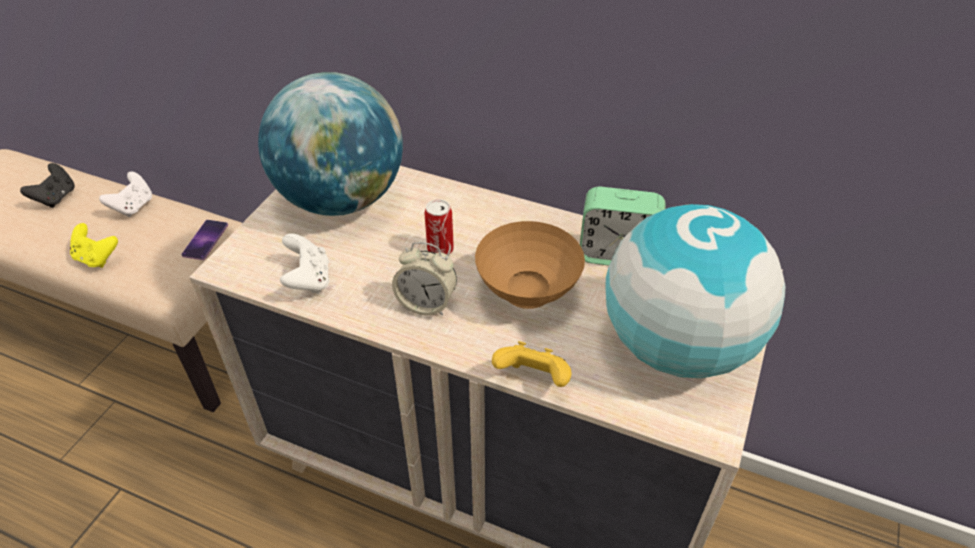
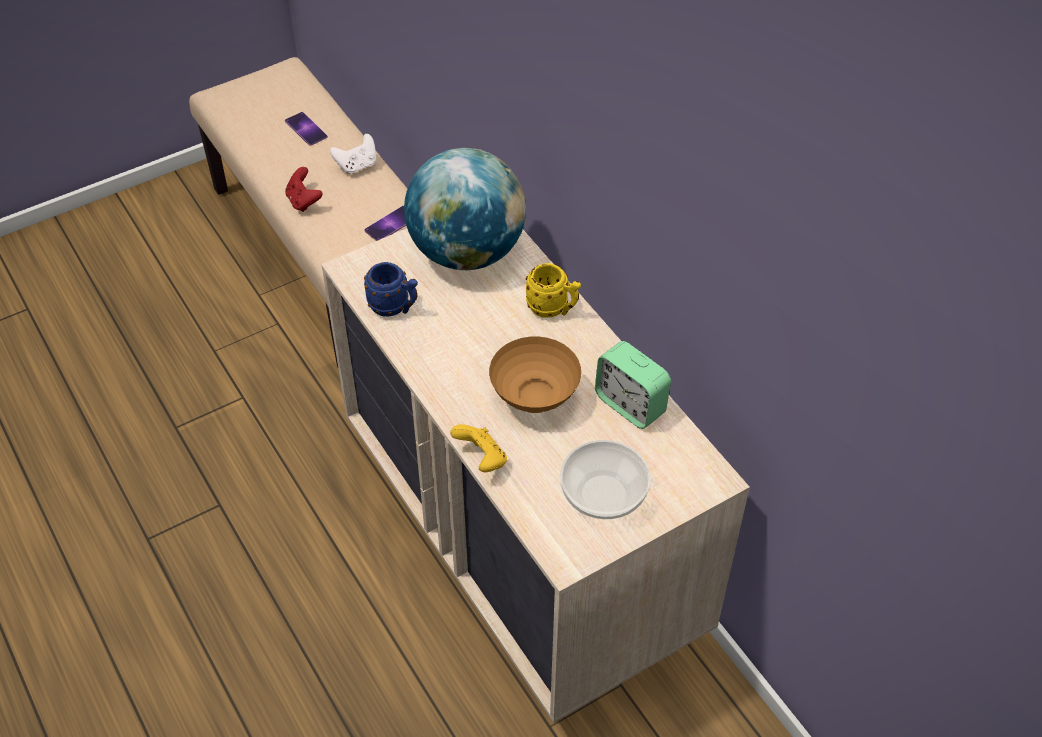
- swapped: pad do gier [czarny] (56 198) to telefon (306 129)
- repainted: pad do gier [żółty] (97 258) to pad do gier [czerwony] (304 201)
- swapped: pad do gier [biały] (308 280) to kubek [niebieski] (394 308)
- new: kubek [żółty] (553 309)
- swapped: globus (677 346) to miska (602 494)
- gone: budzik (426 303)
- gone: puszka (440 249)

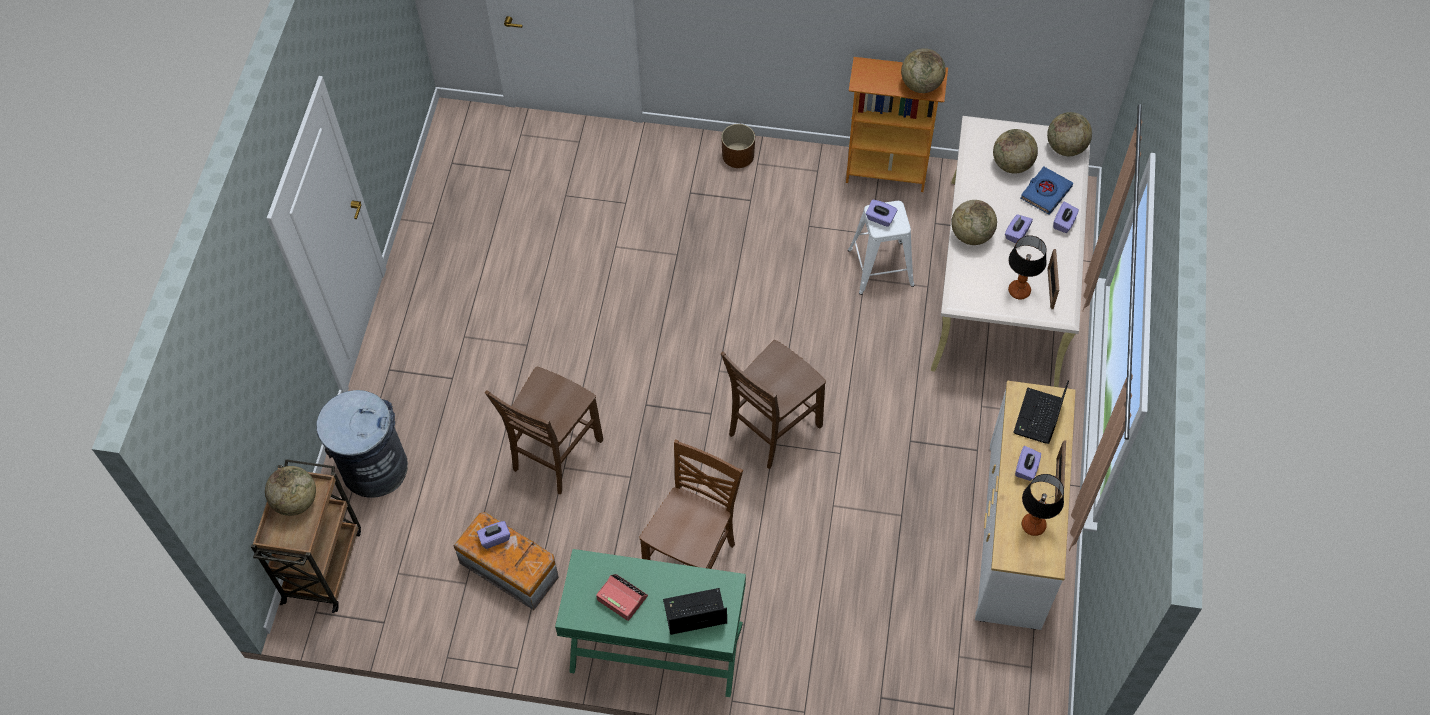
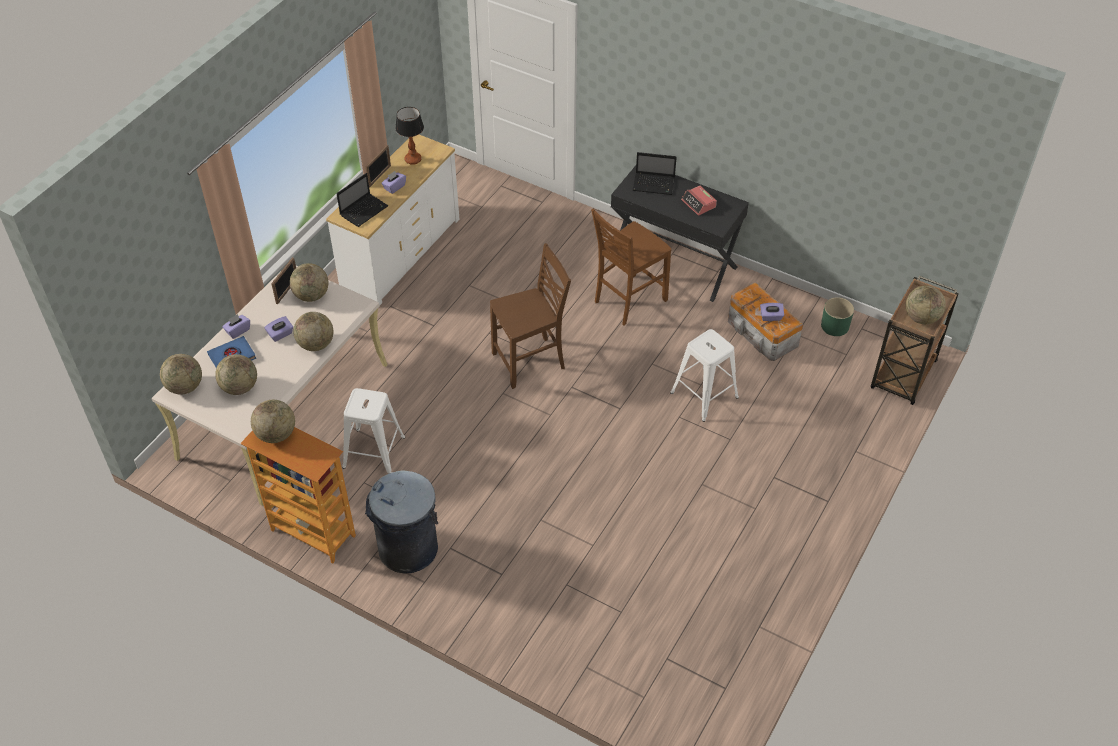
- swapped: lampa stołowa (1019 291) to globus (311 295)
- shifted: kosz na śmieci [szary] (374 468) to (408 549)
- repainted: biurko [zielony] (656 648) to biurko [czarny] (674 263)
- swapped: krzesło [brązowy] (554 455) to stołek [biały] (705 395)
- new: donica [zielony] (835 326)
- gone: donica [brązowy] (738 155)
- gone: pudełko chusteczek [fioletowy] (880 218)

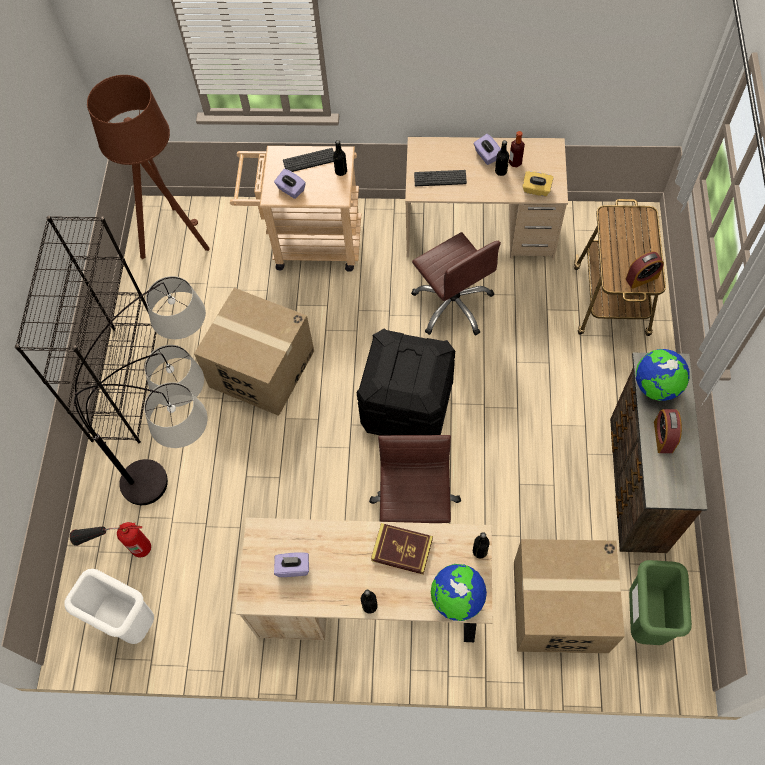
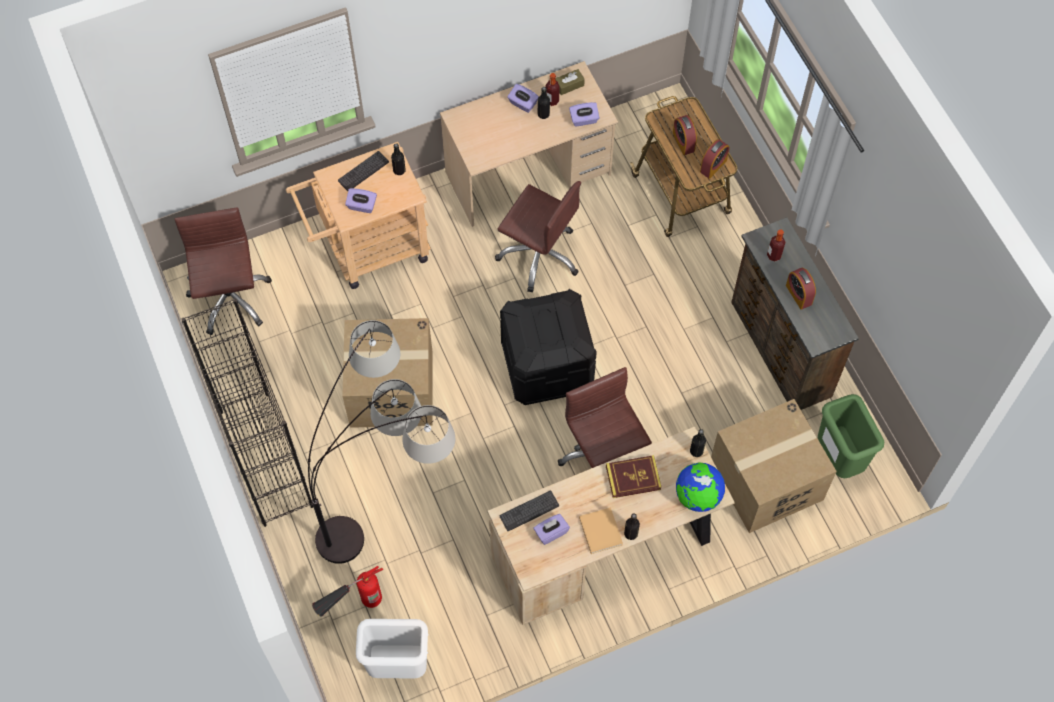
- swapped: lampa stojąca [brązowy] (175 238) to krzesło biurowe [brązowy] (230 298)
- shifted: klawiatura (440 178) to (529 511)
- new: pudełko chusteczek [brązowy] (569 85)
- repainted: pudełko chusteczek [żółty] (536 190) to pudełko chusteczek [fioletowy] (584 120)
- new: książka [beżowy] (600 530)
- new: budzik (683 142)
- swapped: globus (656 386) to butelka (774 255)

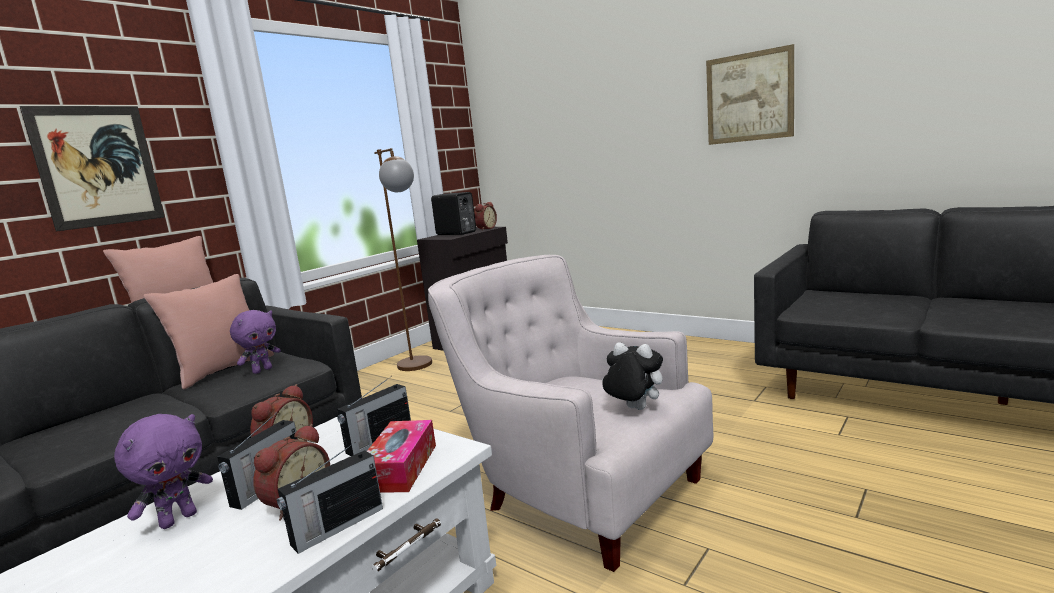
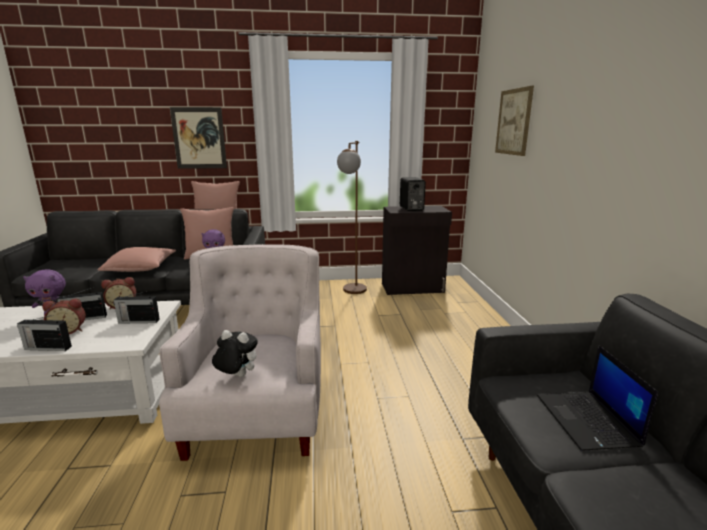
- new: poduszka [różowy] (141 268)
- rotated: pluszak (633 409) = (236 376) 60 degrees counterclockwise
- shifted: obraz (749 97) to (513 122)
- new: laptop (588 421)
- gone: pudełko chusteczek (401 467)
- gone: budzik (485 229)

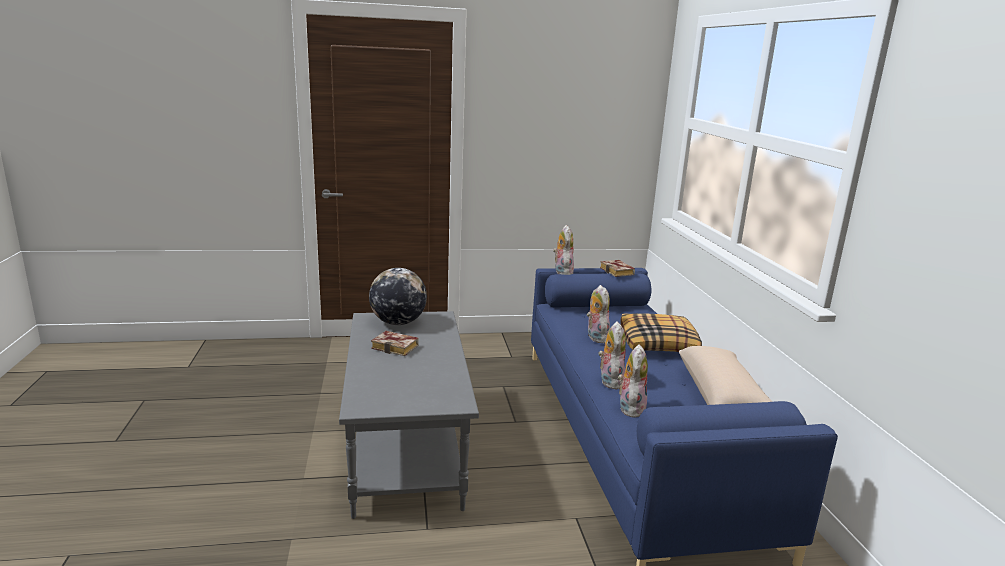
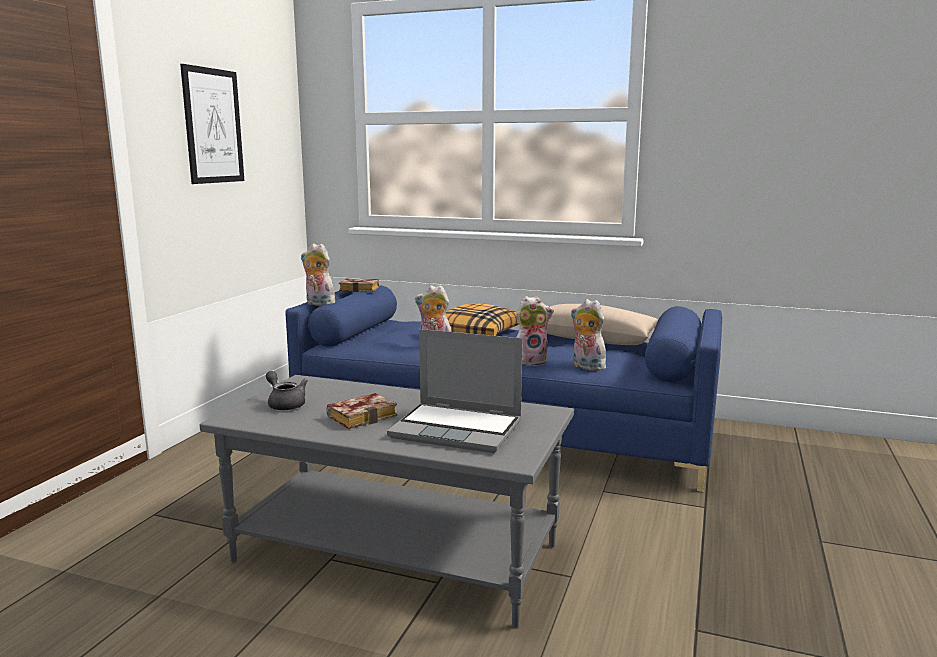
- new: obraz (213 126)
- swapped: globus (398 323) to imbryk [szary] (285 404)
- new: laptop (458 429)
- rotated: pluszak (609 381) = (530 361) 135 degrees clockwise

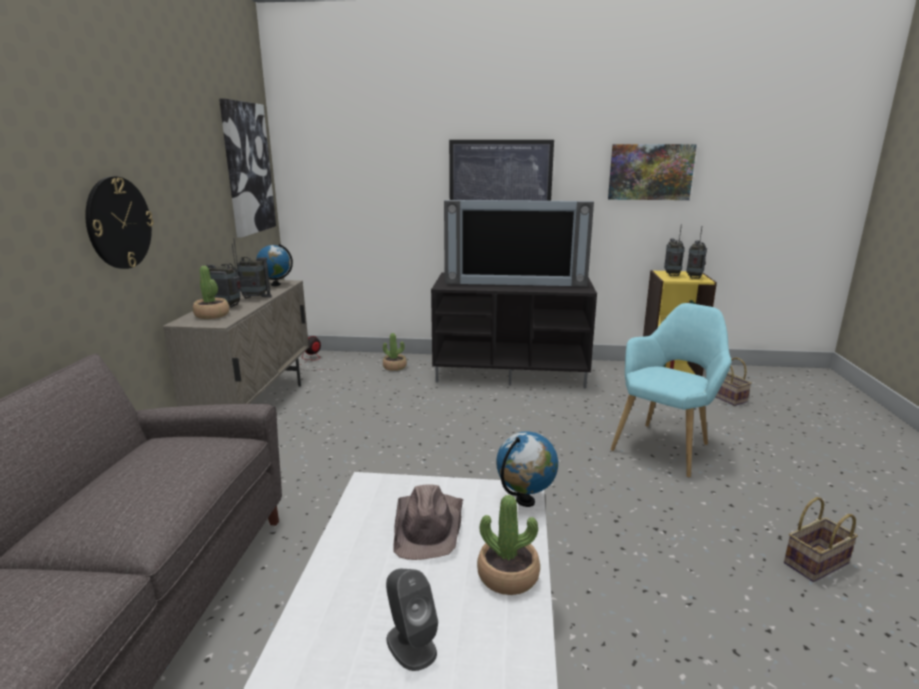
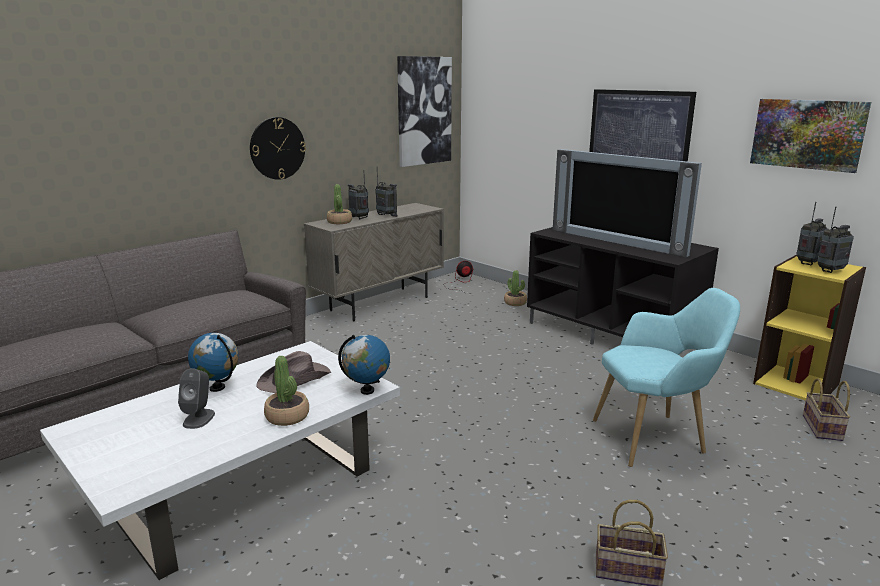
- shifted: globus (276 284) to (217 388)

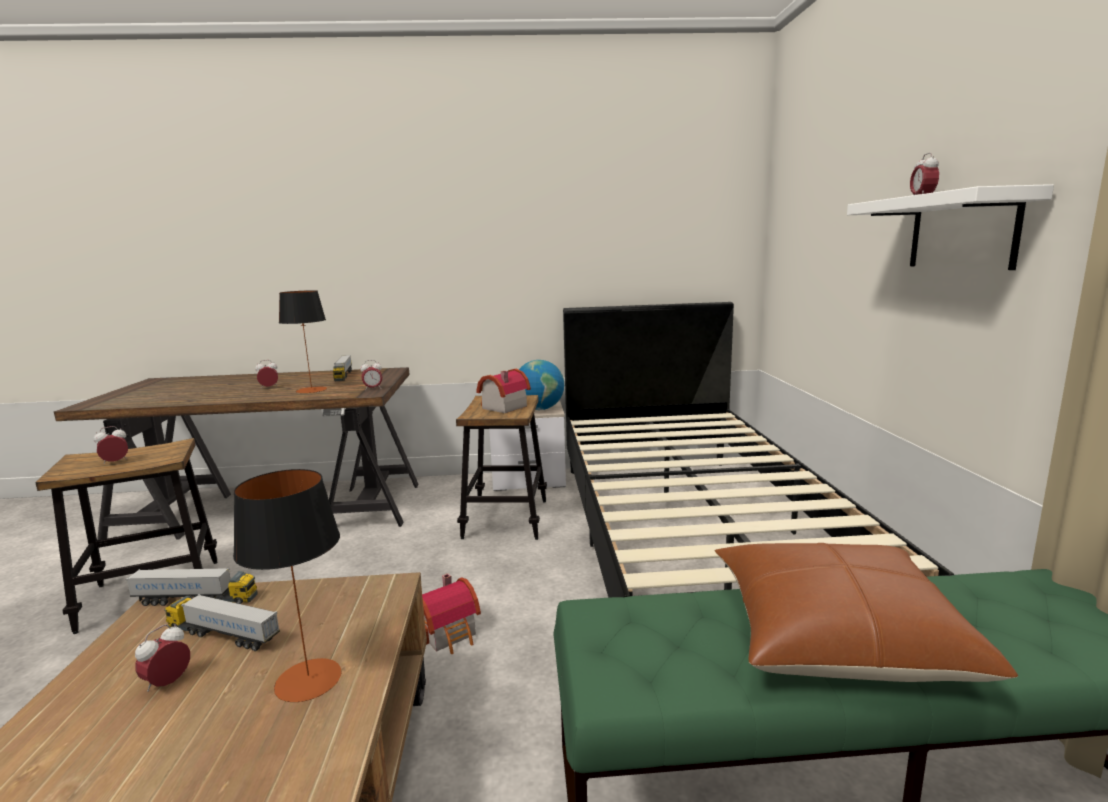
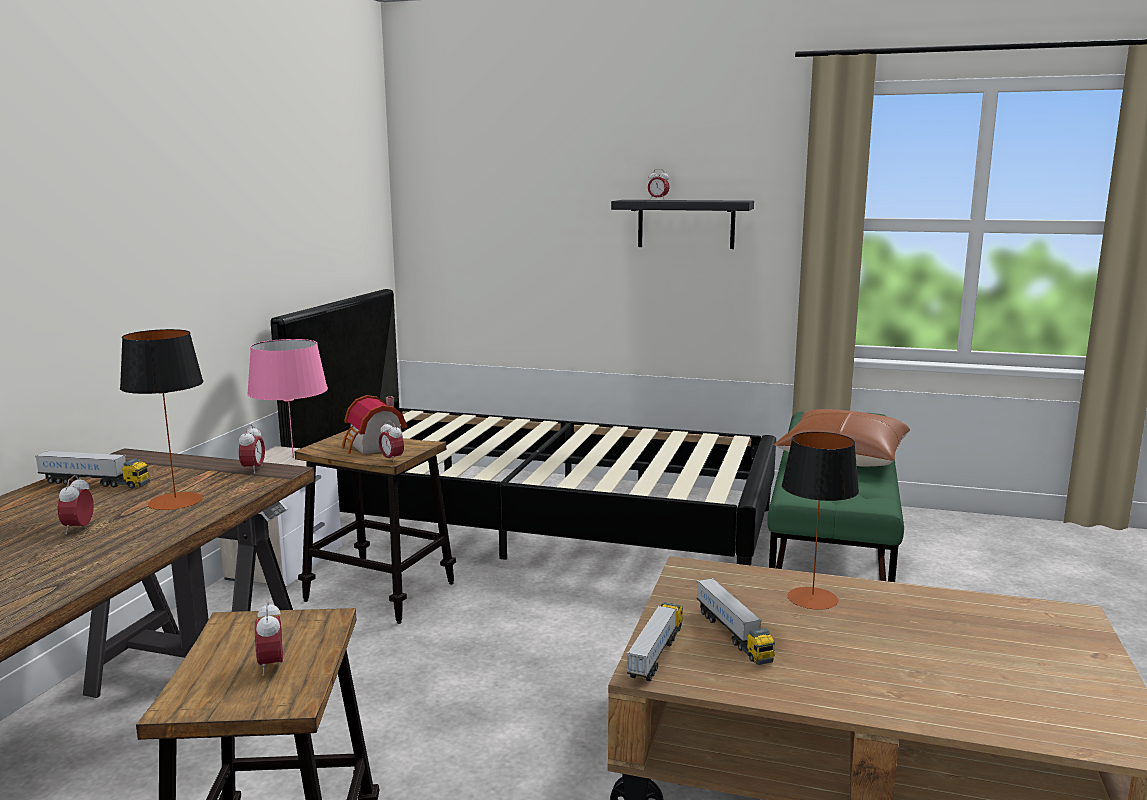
- swapped: globus (539 409) to lampa stołowa [różowy] (292 457)
- shifted: budzik (168 683) to (392 459)
- repainted: półka [biały] (962 232) to półka [czarny] (686 224)
- rotated: ciężarówka zabawkowa (223 635) = (733 634) 60 degrees counterclockwise
- gone: domek (450 633)

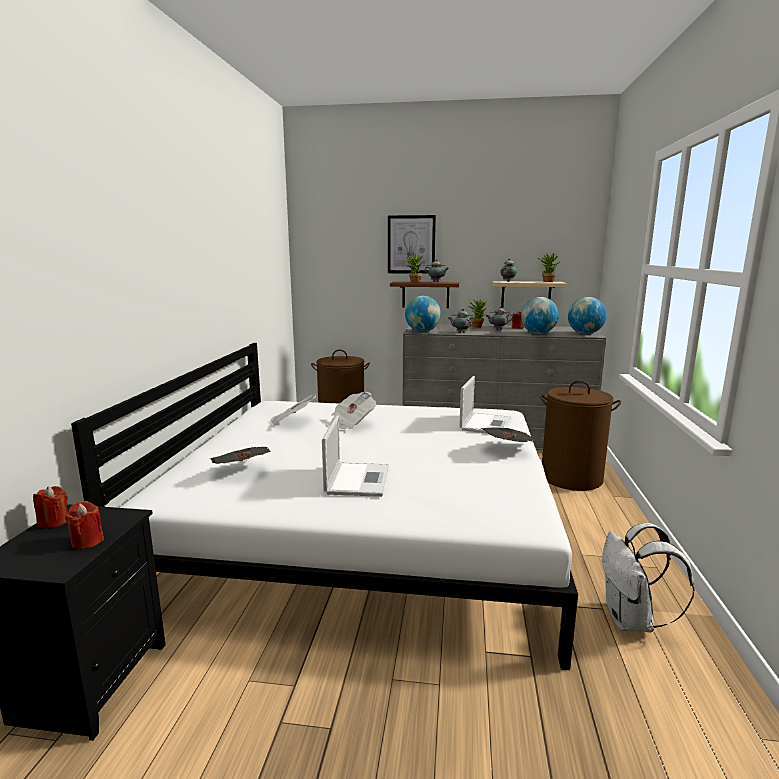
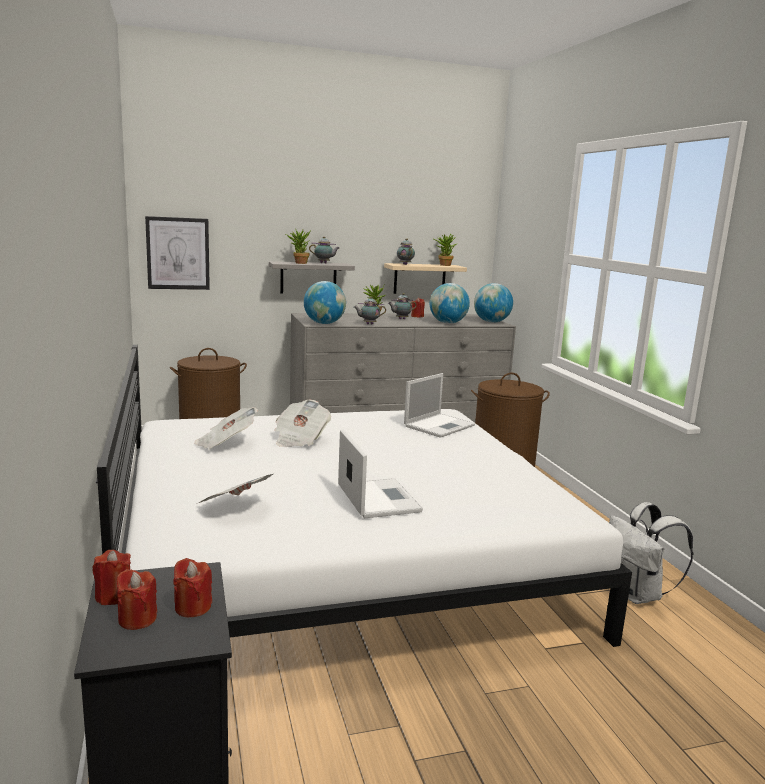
- new: świeca [czerwony] (137 619)
- shifted: obraz (411 244) to (178 253)
- repainted: półka [brązowy] (425 294) to półka [szary] (308 278)
- rotated: laptop (485 424) = (440 425) 45 degrees clockwise
- gone: gazeta (508 449)

